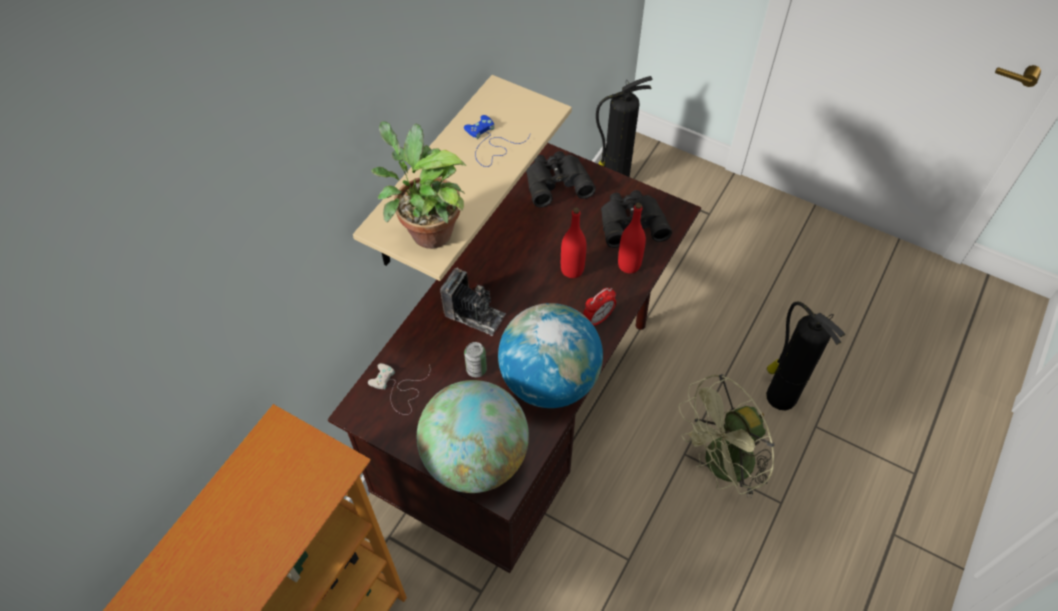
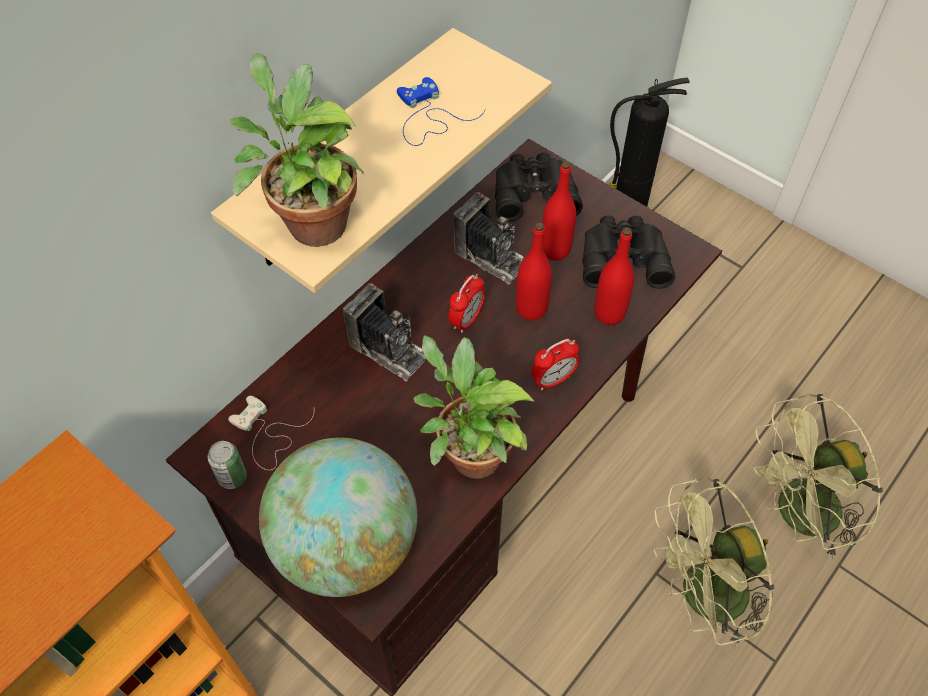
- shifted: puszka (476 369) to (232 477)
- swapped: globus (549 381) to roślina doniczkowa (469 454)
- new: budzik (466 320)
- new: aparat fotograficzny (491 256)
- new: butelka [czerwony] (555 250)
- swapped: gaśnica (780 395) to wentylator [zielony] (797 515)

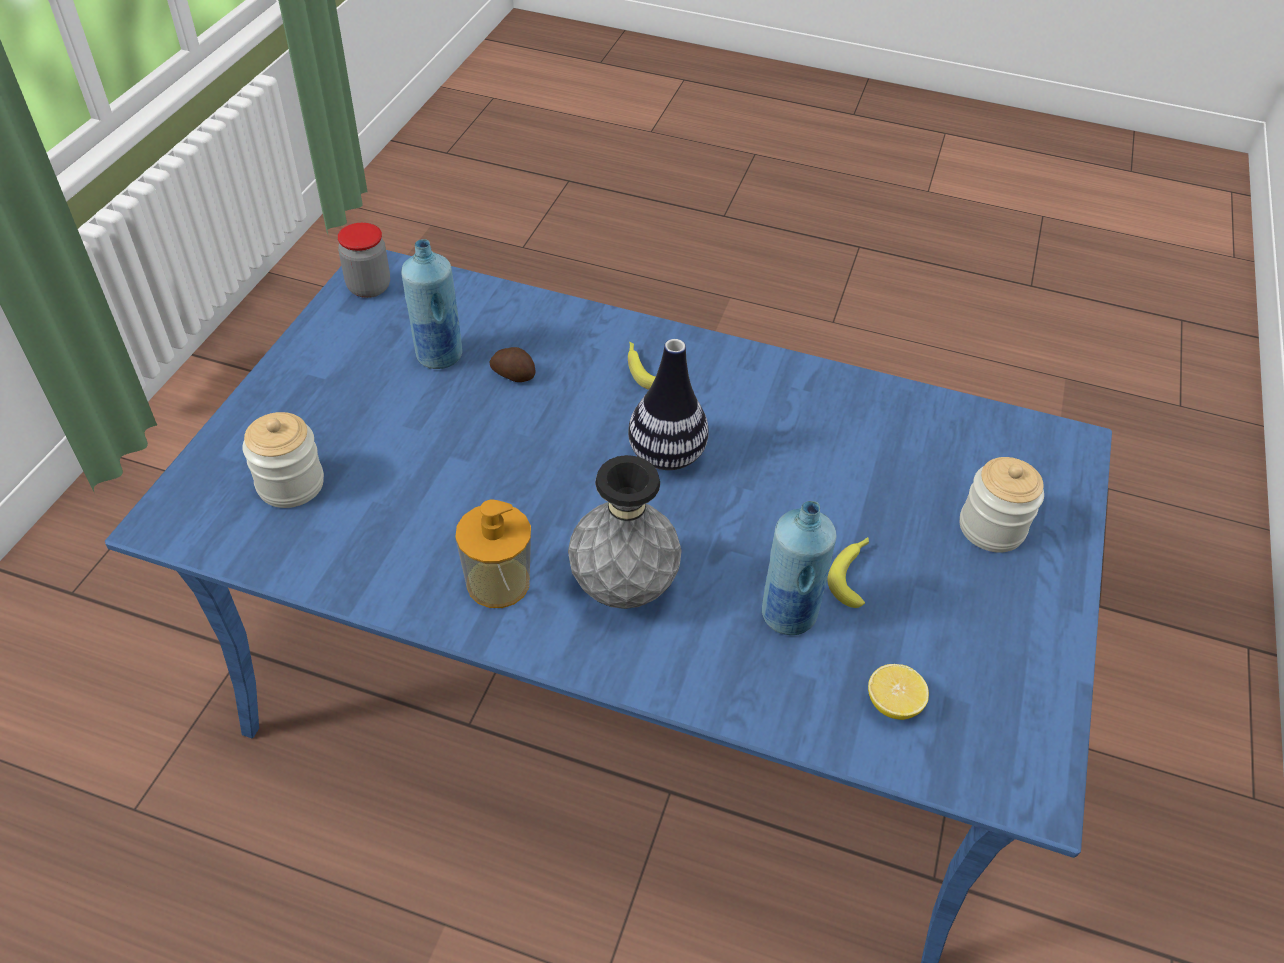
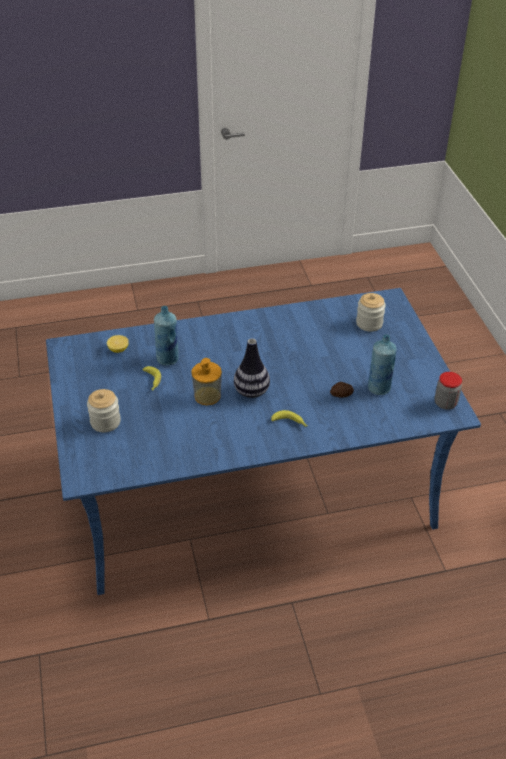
- shifted: dozownik mydła (498 582) to (207 396)
- gone: wazon [szary] (623 587)

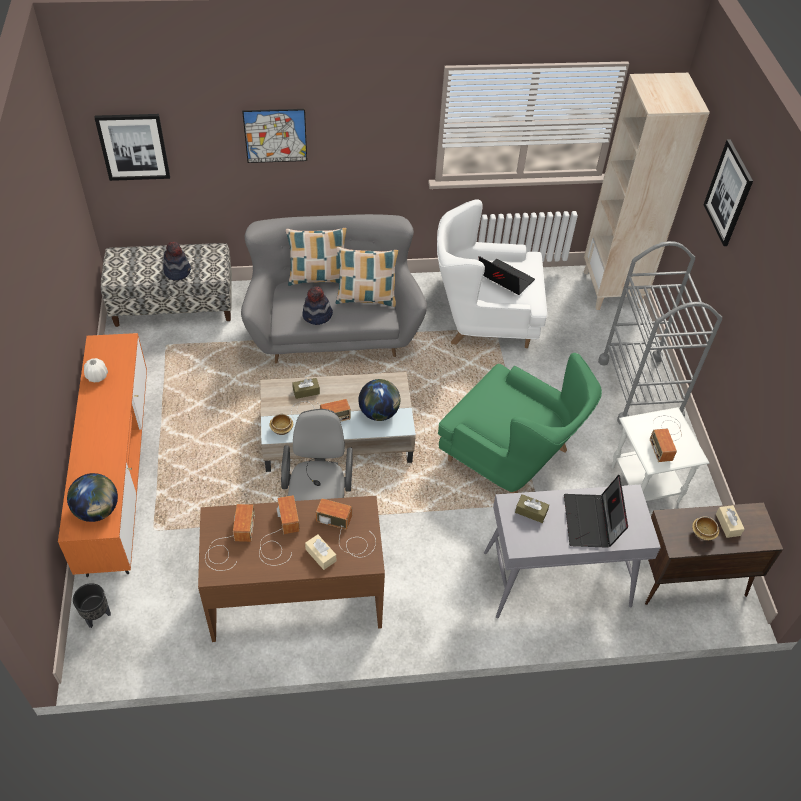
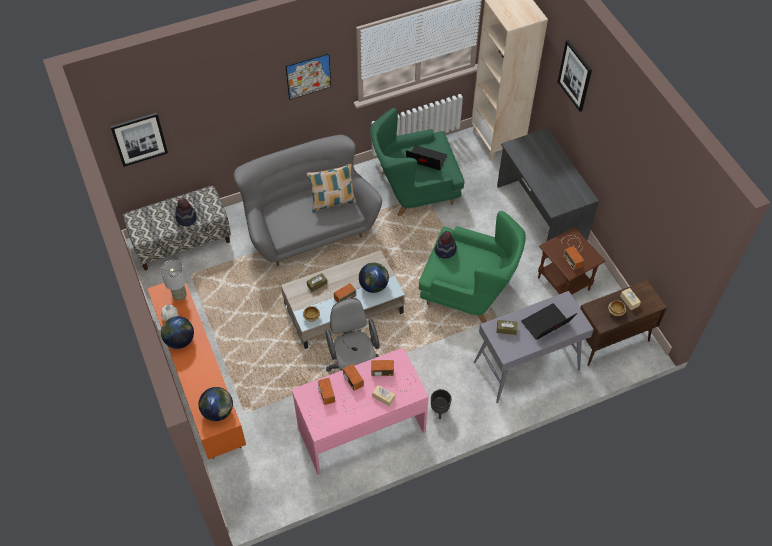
- new: lampa stołowa [szary] (179 295)
- new: globus (179 340)
- shifted: obraz (275 135) to (308 76)
- repainted: biurko [brązowy] (296 596) to biurko [różowy] (361 428)
- repainted: fotel [biały] (485 317) to fotel [zielony] (414 188)
- shifted: donica [czarny] (97 615) to (439 410)
- shifted: kapelusz (317 316) to (445 250)
- swapped: wózek [szary] (639 389) to biurko [szary] (539 214)
- rotated: laptop (591 522) = (546 325) 75 degrees clockwise
- repainted: stolik [biały] (645 485) to stolik [brązowy] (564 284)
- gone: poduszka (317 278)

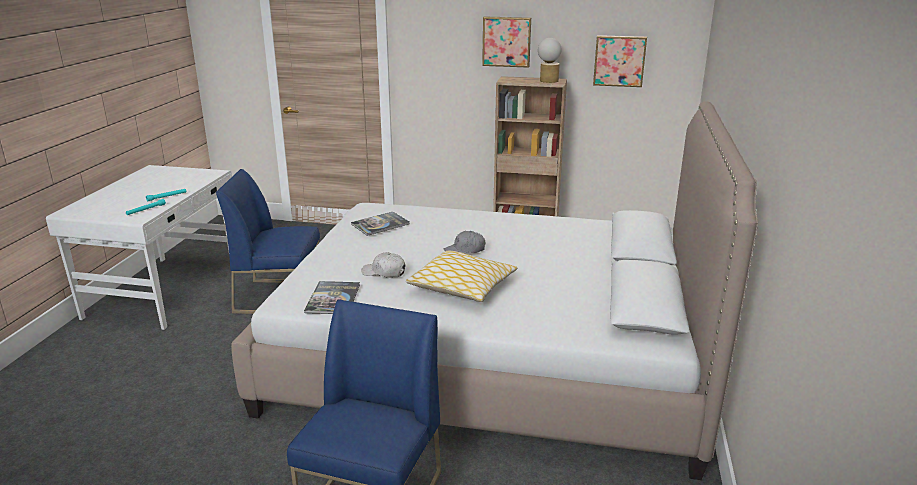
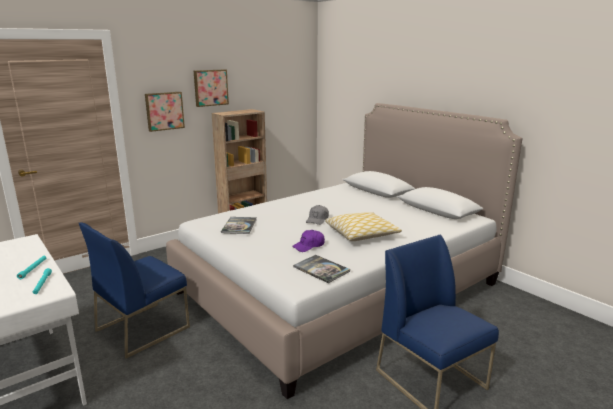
- shifted: obraz (619 60) to (164 111)
- repainted: czapka z daszkiem [biały] (384 272) to czapka z daszkiem [fioletowy] (309 246)
- gone: lampa stołowa (548 80)

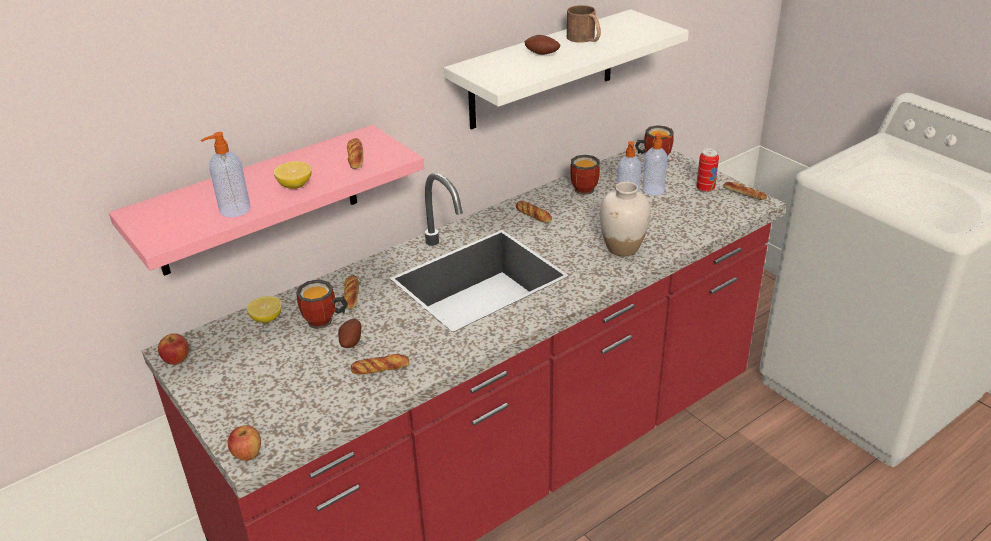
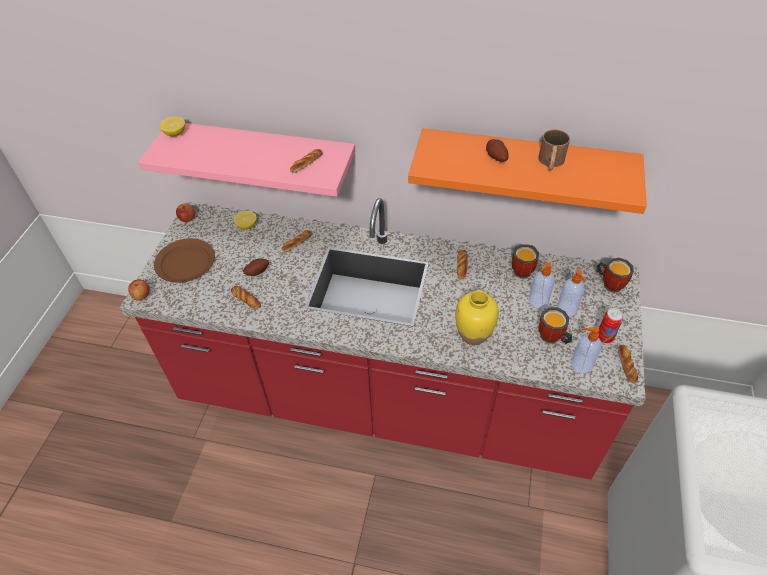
- new: talerz [brązowy] (185 263)
- shifted: cytryna (295 185) to (175 133)
- repainted: półka [biały] (542 70) to półka [pomarańczowy] (524 166)
- repainted: wazon [biały] (623 248) to wazon [żółty] (473 335)
- shifted: kubek (324 322) to (551 339)
- shifted: dozownik mydła (234 210) to (580 364)

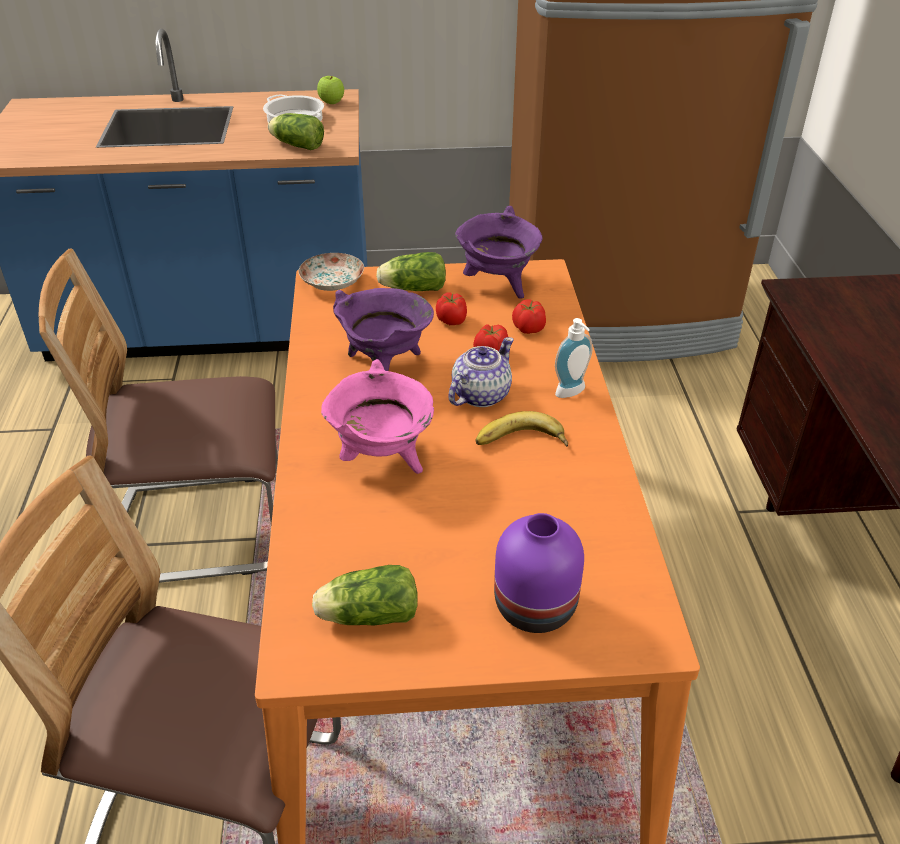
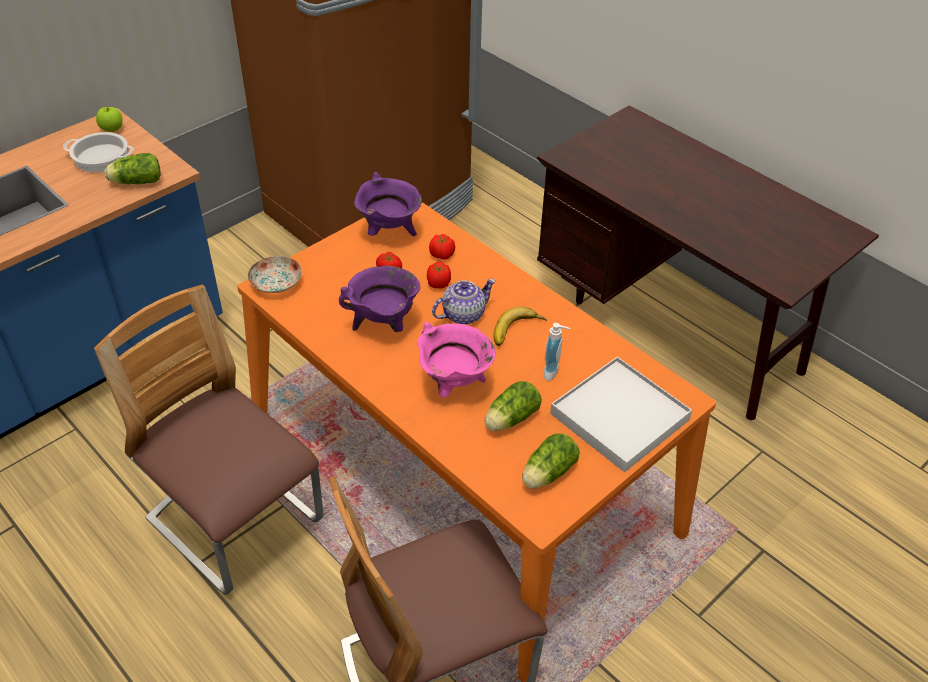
- rotated: krzesło (202 528) = (235 522) 90 degrees clockwise
- rotated: imbryk (480 395) = (462 314) 60 degrees clockwise
- shifted: sałata (411 289) to (510 419)
- shifted: dozownik mydła (572 393) to (554 372)
- swapped: wazon [fioletowy] (536 605) to taca [biały] (619 416)

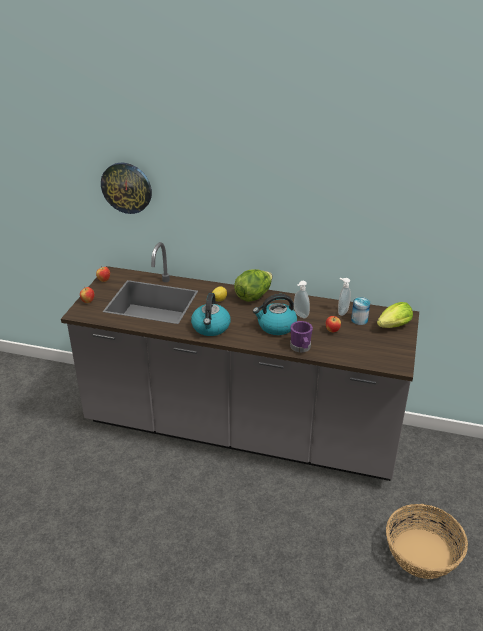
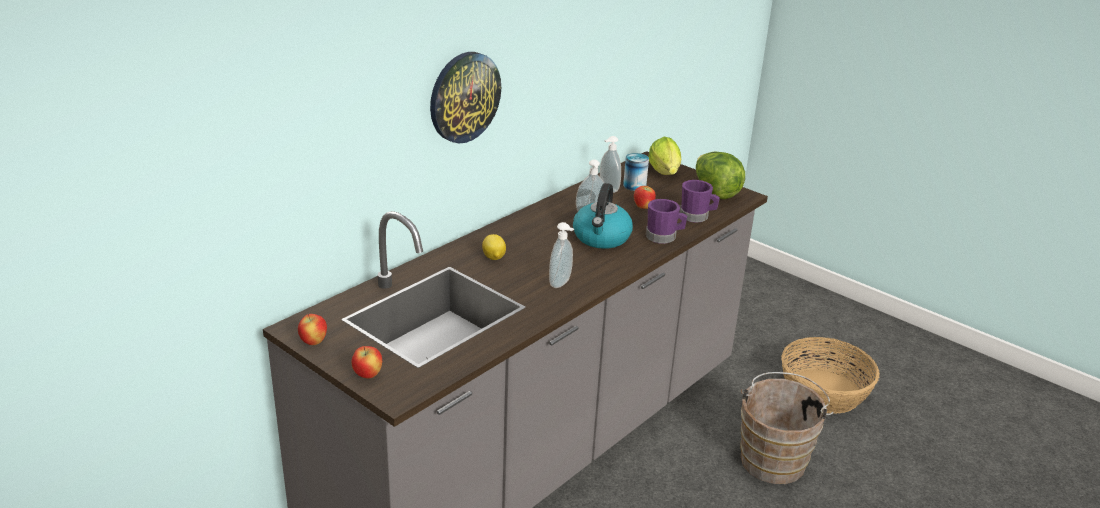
- shifted: zegar ścienny (126 187) to (464 97)
- swapped: czajnik (211 327) to dozownik mydła (561 283)
- new: kubek [fioletowy] (697 217)
- shifted: sałata (253 296) to (715 192)
- new: wiadro [brązowy] (774 458)

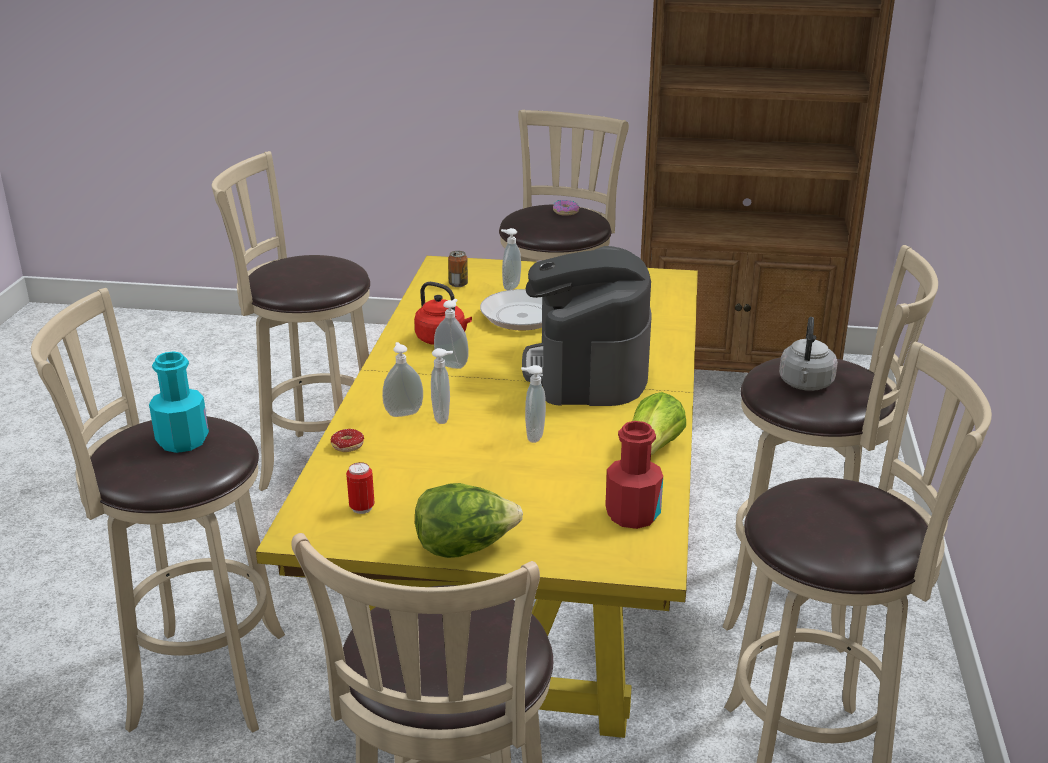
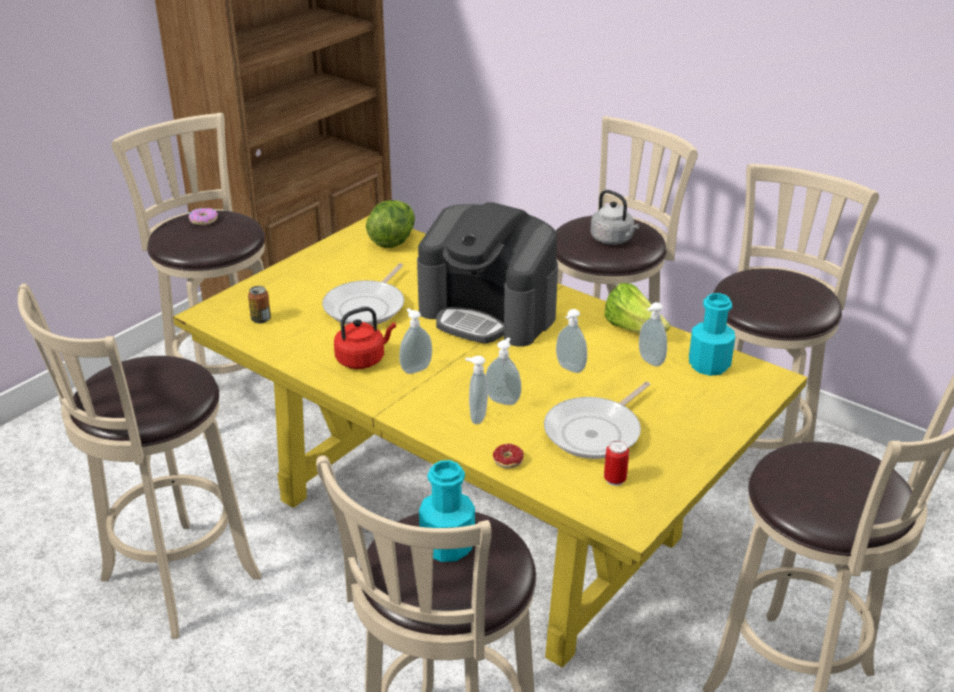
- shifted: sałata (465 548) to (392 240)
- new: patelnia (596 432)
- shifted: dozownik mydła (510 286) to (649 361)
- repainted: butelka [czerwony] (632 515) to butelka [turkusowy] (709 365)

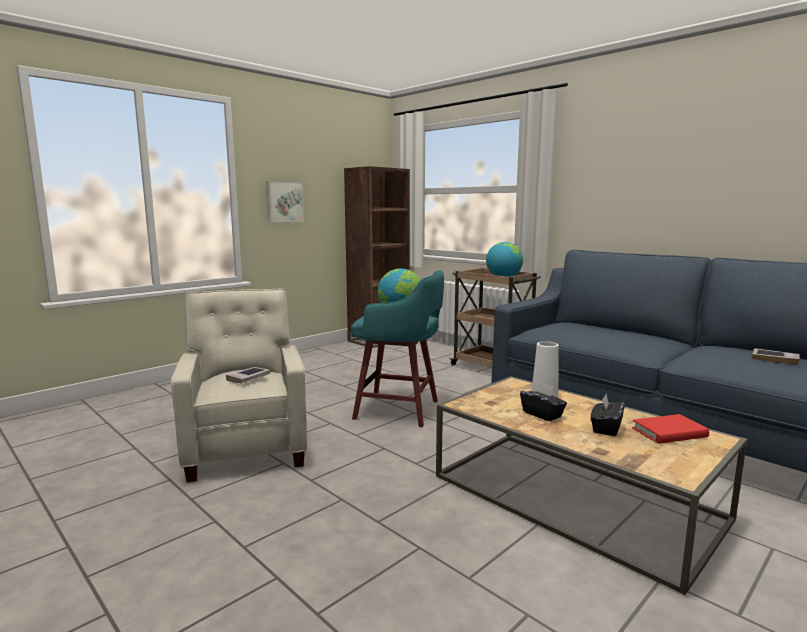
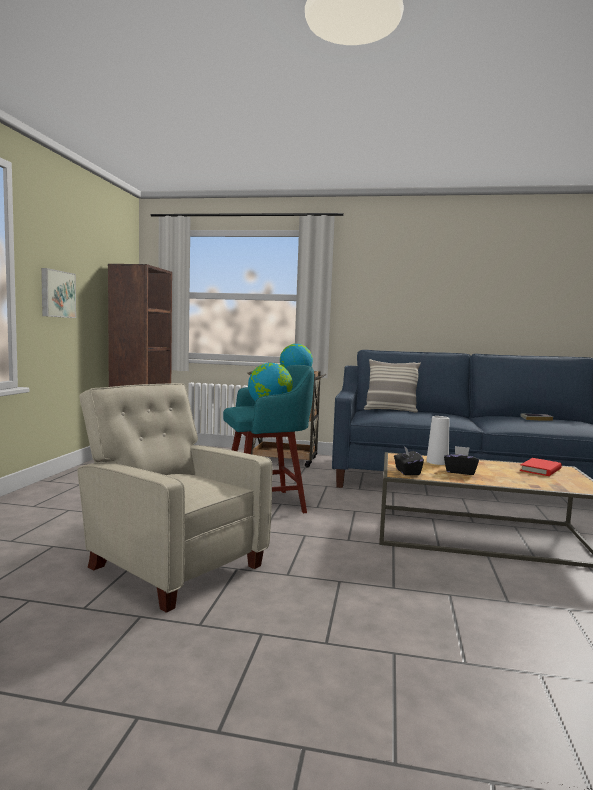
- new: poduszka (390 410)
- shifted: pudełko chusteczek [czarny] (606 428) to (407 472)
- gone: książka (248 378)

